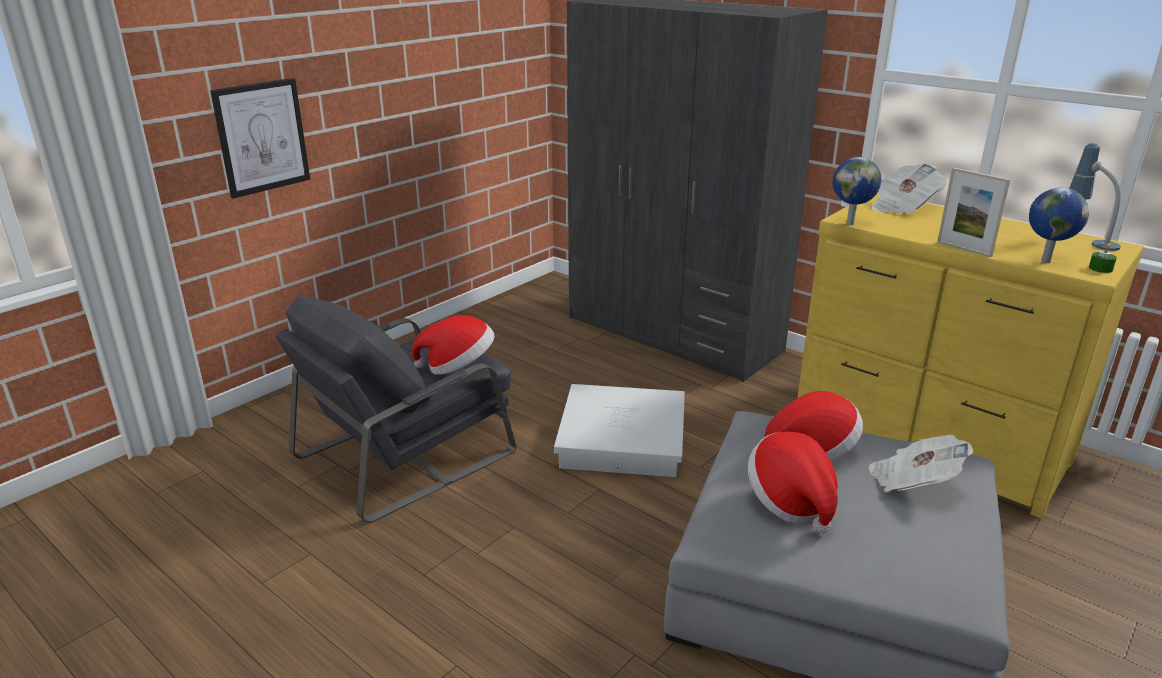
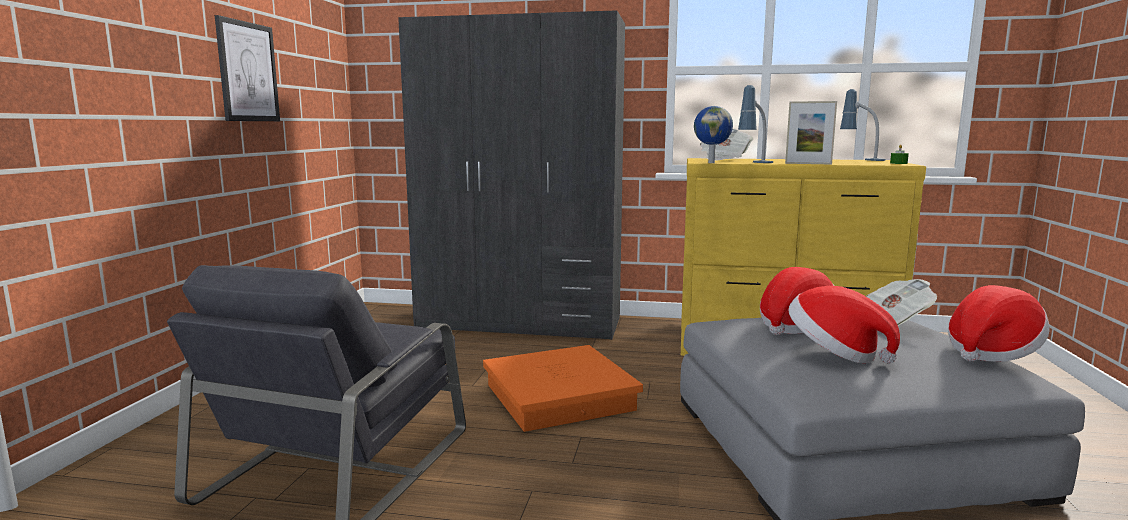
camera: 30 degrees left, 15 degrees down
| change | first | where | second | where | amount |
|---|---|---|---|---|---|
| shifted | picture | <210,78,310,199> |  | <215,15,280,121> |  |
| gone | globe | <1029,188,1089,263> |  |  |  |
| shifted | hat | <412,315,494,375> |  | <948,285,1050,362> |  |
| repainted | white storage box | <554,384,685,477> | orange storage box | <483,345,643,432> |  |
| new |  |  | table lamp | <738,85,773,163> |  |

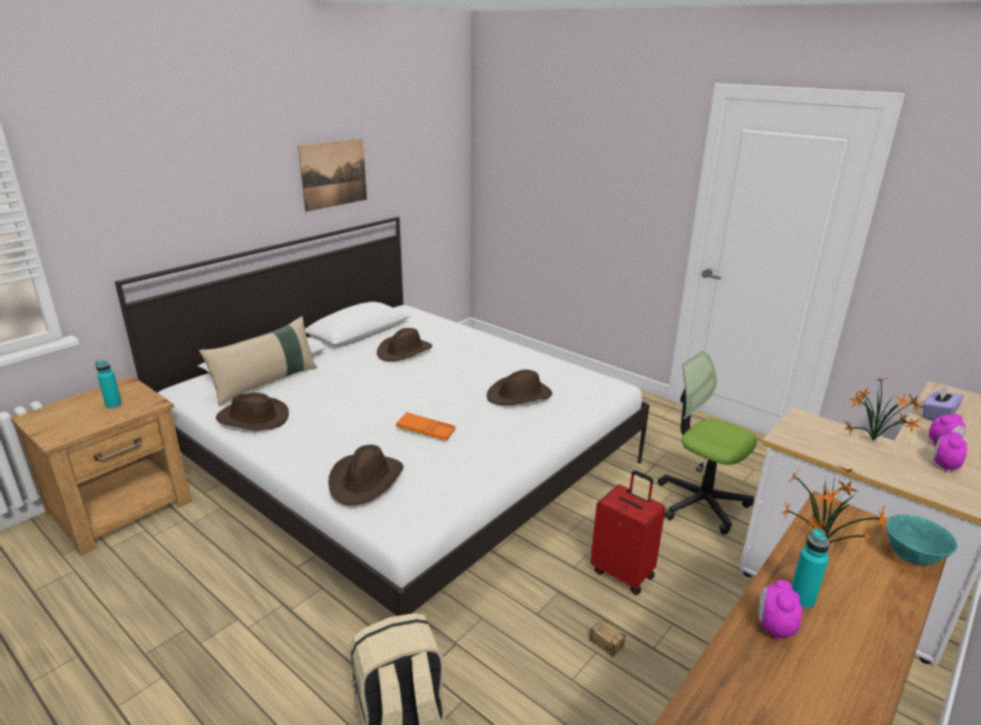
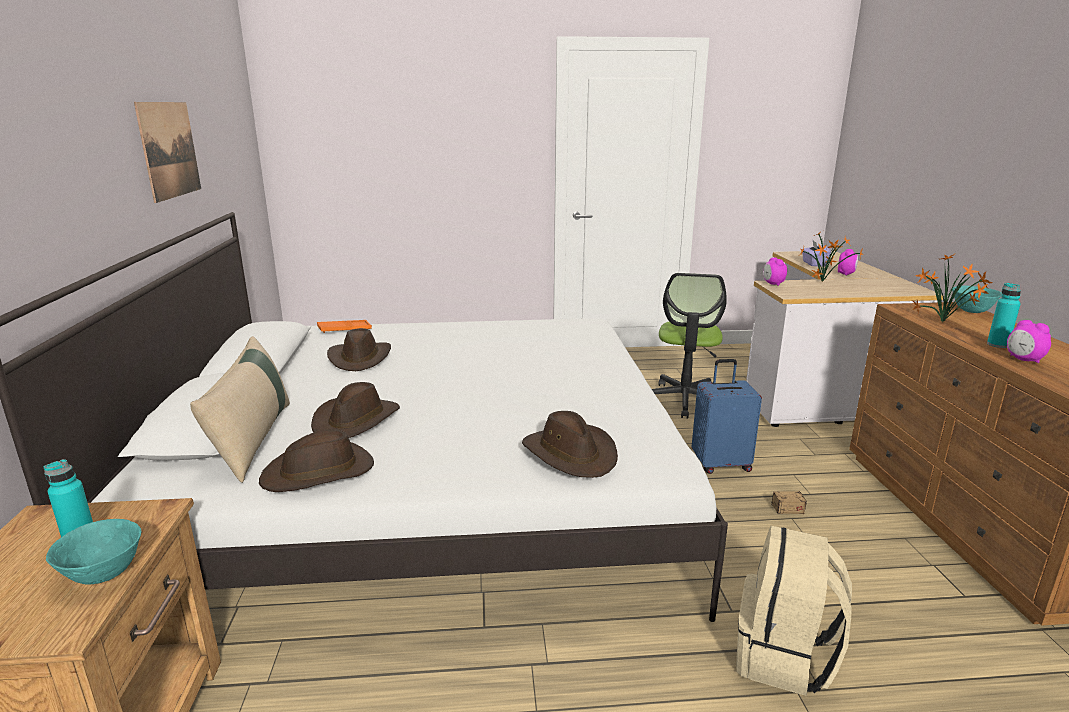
camera: 45 degrees left, 5 degrees down
| change | first | where | second | where | amount |
|---|---|---|---|---|---|
| rotated | office chair | <658,351,757,535> |  | <652,273,727,418> | 75 degrees counterclockwise |
| shifted | brown hat | <487,370,552,405> |  | <311,382,400,438> |  |
| shifted | orange tray | <396,412,456,441> |  | <317,320,372,333> |  |
| shifted | alarm clock | <934,432,967,472> |  | <763,257,787,286> |  |
| repainted | red suitcase | <591,470,665,595> | blue suitcase | <692,359,762,474> |  |
| new |  |  | turquoise bowl | <46,519,141,585> |  |

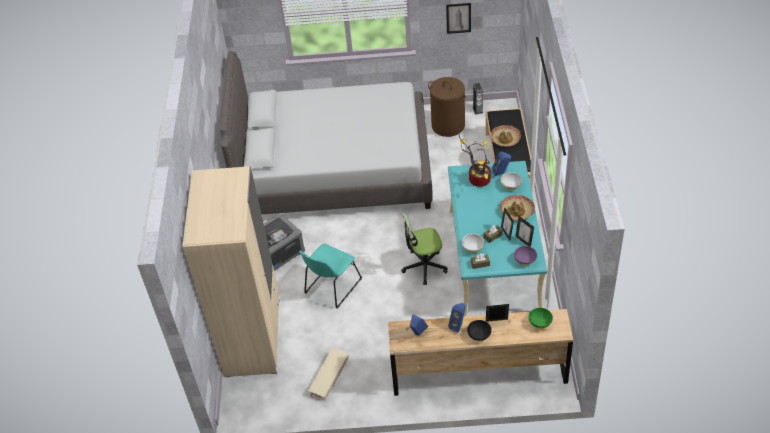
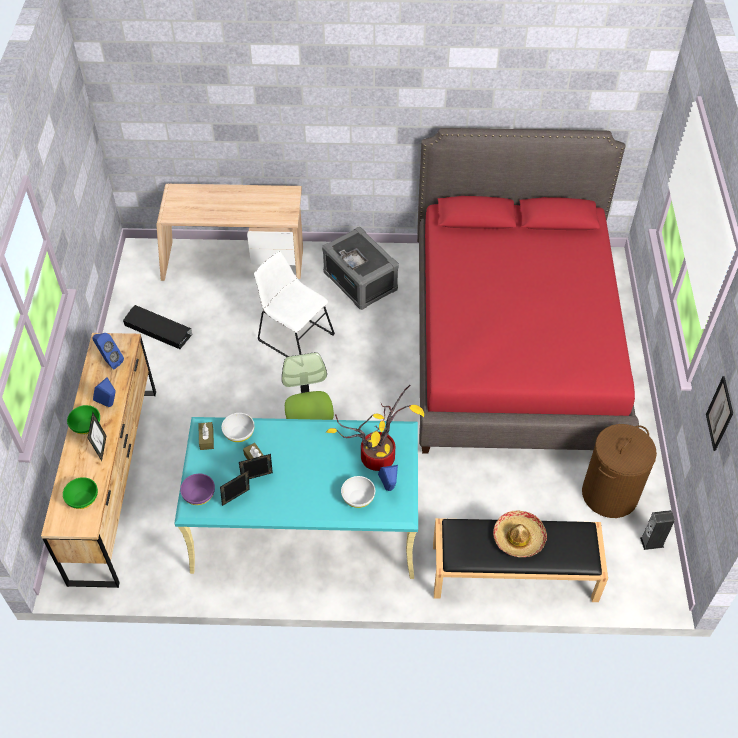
camera: 90 degrees right, 5 degrees up
| change | first | where | second | where | amount |
|---|---|---|---|---|---|
| repainted | grey bed | <220,51,433,214> | red bed | <417,128,639,454> |  |
| swapped | beige wardrobe | <183,166,280,377> | beige desk | <156,184,303,281> |  |
| gone | hat | <500,195,535,221> |  |  |  |
| repainted | turquoise chair | <299,244,362,309> | white chair | <254,251,335,357> |  |
| repainted | black bowl | <467,320,491,341> | green bowl | <67,405,100,434> |  |
| repainted | beige storage box | <308,348,349,401> | black storage box | <123,305,192,349> |  |

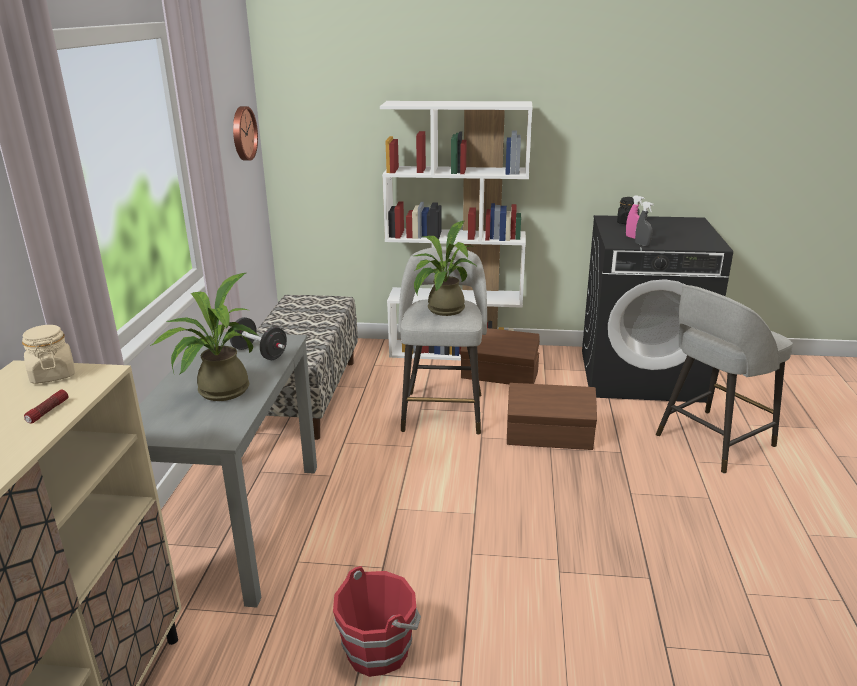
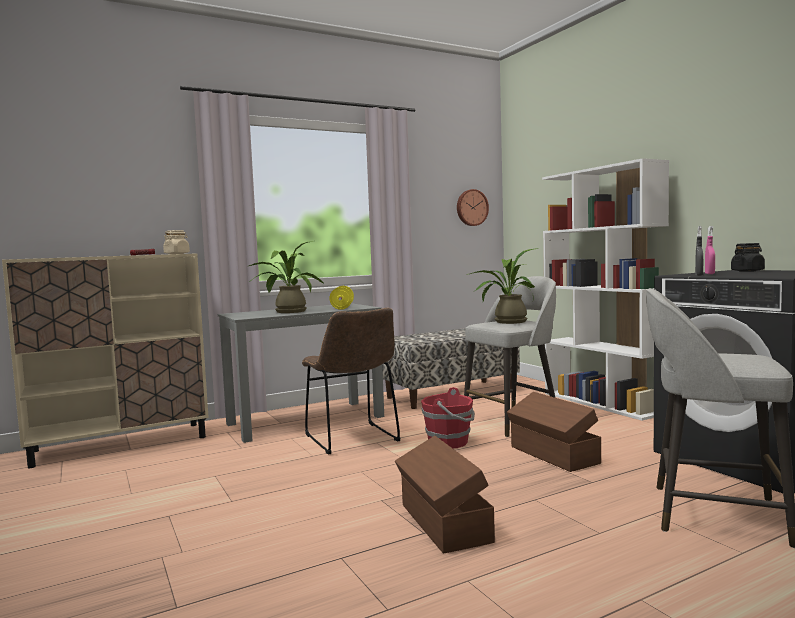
camera: 55 degrees right, 20 degrees down
| change | first | where | second | where | amount |
|---|---|---|---|---|---|
| repainted | black dumbbell | <229,317,287,360> | yellow dumbbell | <329,286,354,310> |  |
| shifted | brown storage box | <460,328,540,384> |  | <395,436,495,554> |  |
| shifted | red bucket | <333,566,421,677> |  | <421,387,475,448> |  |
| new |  |  | brown chair | <302,308,401,455> |  |

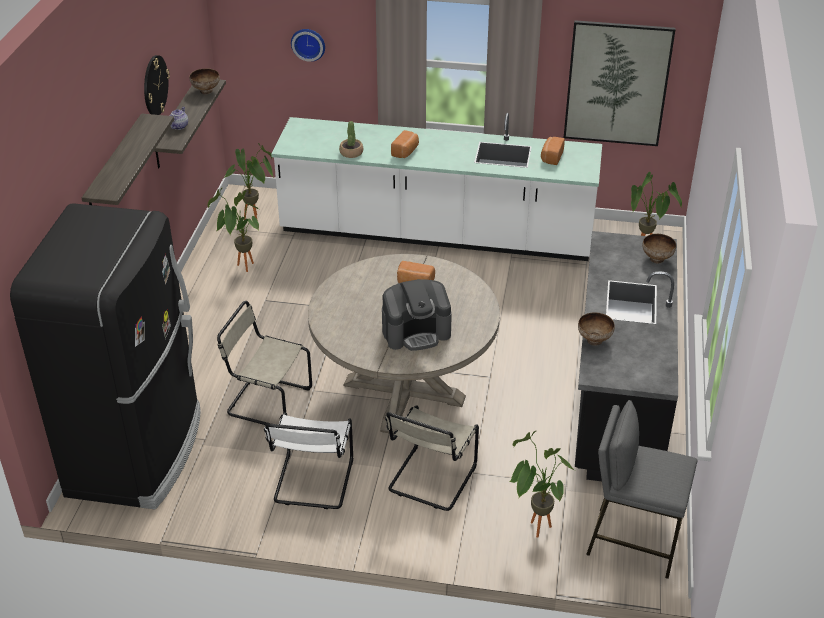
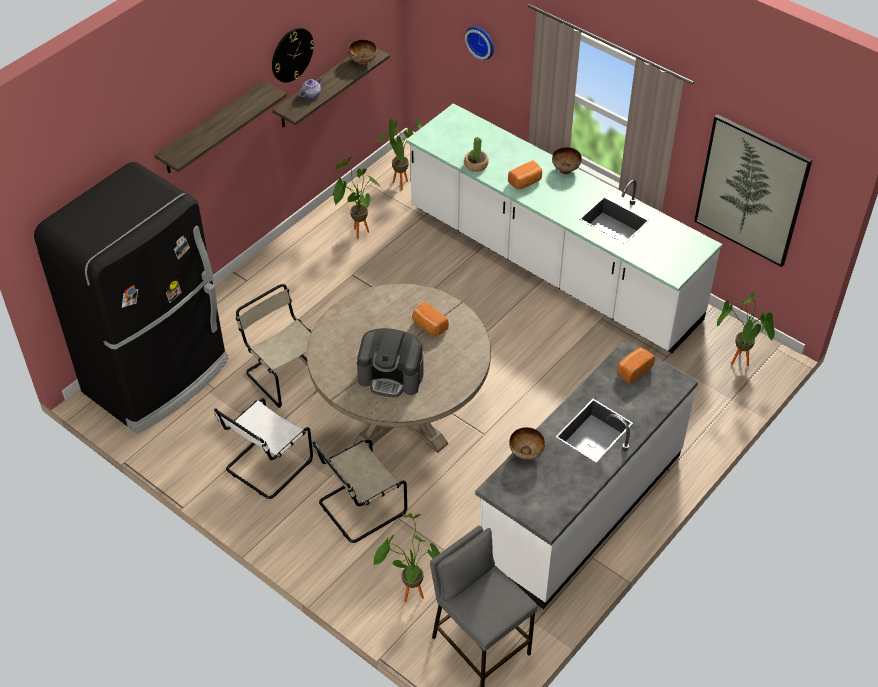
camera: 30 degrees right, 10 degrees up
| change | first | where | second | where | amount |
|---|---|---|---|---|---|
| shifted | bread | <541,137,565,165> |  | <617,347,655,384> |  |
| repainted | black counter | <575,231,678,481> | white counter | <475,340,698,609> |  |
| shifted | bowl | <642,234,676,263> |  | <552,147,582,174> |  |

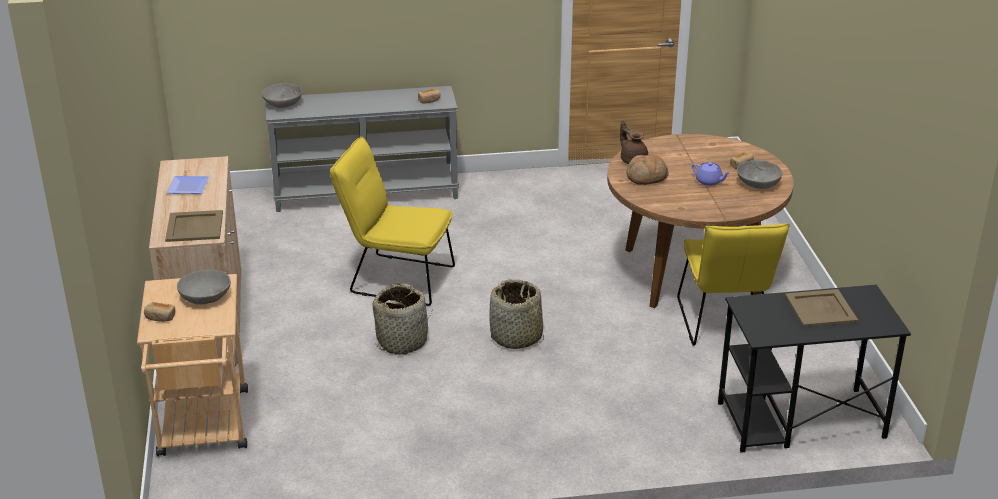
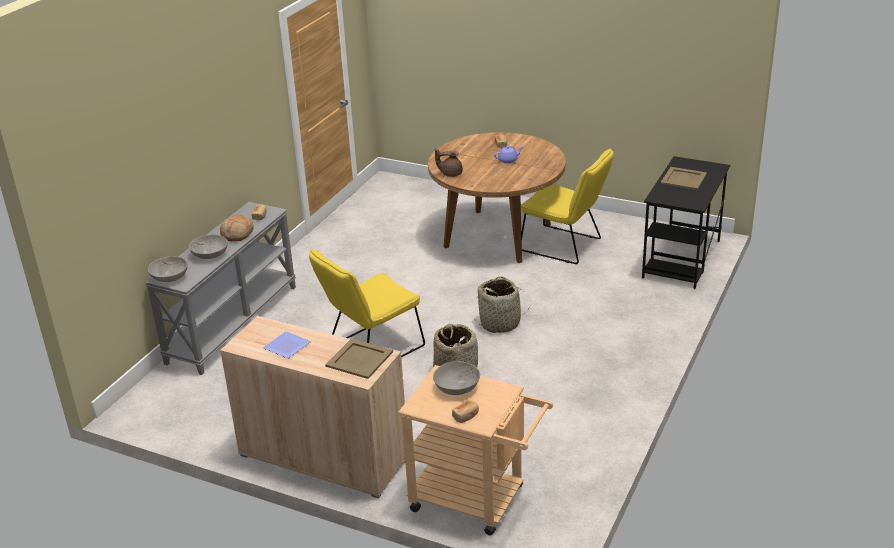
camera: 55 degrees left, 0 degrees up
| change | first | where | second | where | amount |
|---|---|---|---|---|---|
| shifted | bread | <626,155,669,185> |  | <220,214,254,241> |  |
| shifted | grey bowl | <737,160,783,189> |  | <189,234,228,259> |  |

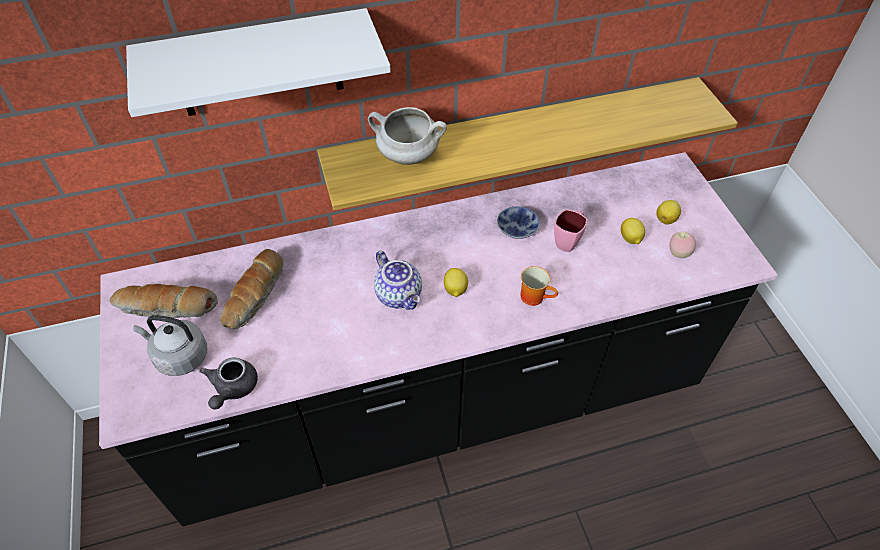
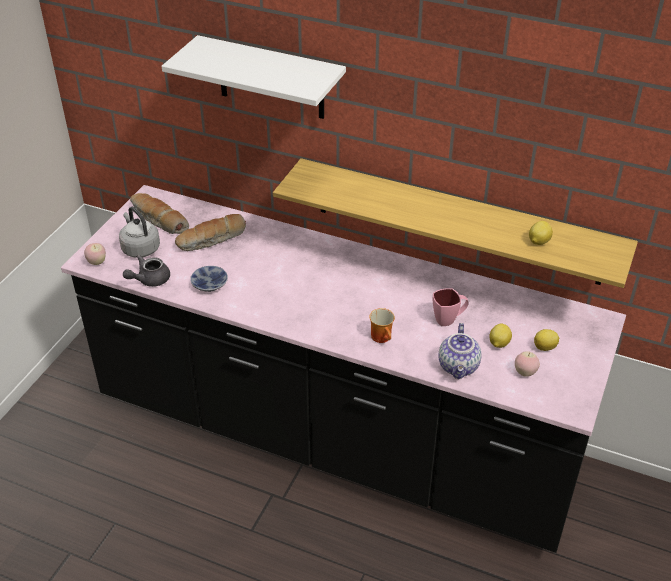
camera: 40 degrees right, 10 degrees down
| change | first | where | second | where | amount |
|---|---|---|---|---|---|
| gone | white cooking pot | <368,107,447,165> |  |  |  |
| shifted | bowl | <497,207,540,239> |  | <190,266,228,292> |  |
| shifted | teapot | <374,251,422,310> |  | <439,323,481,379> |  |
| shifted | lemon | <444,268,468,297> |  | <529,221,553,245> |  |
| new |  |  | apple | <84,243,106,265> |  |

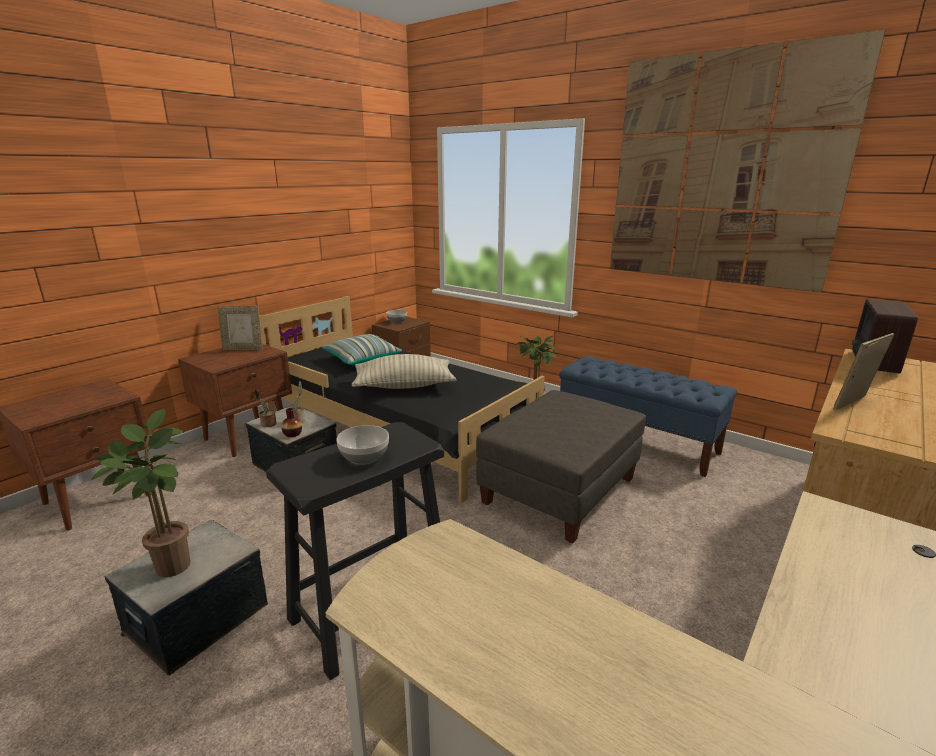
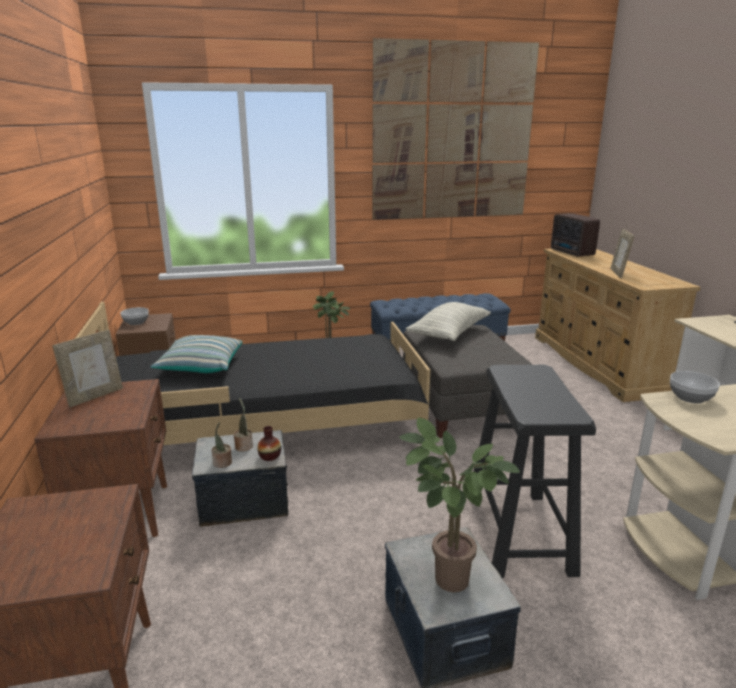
camera: 50 degrees left, 0 degrees up
| change | first | where | second | where | amount |
|---|---|---|---|---|---|
| shifted | pillow | <351,354,456,389> |  | <406,302,491,341> |  |
| shifted | bowl | <336,425,389,465> |  | <670,371,720,404> |  |

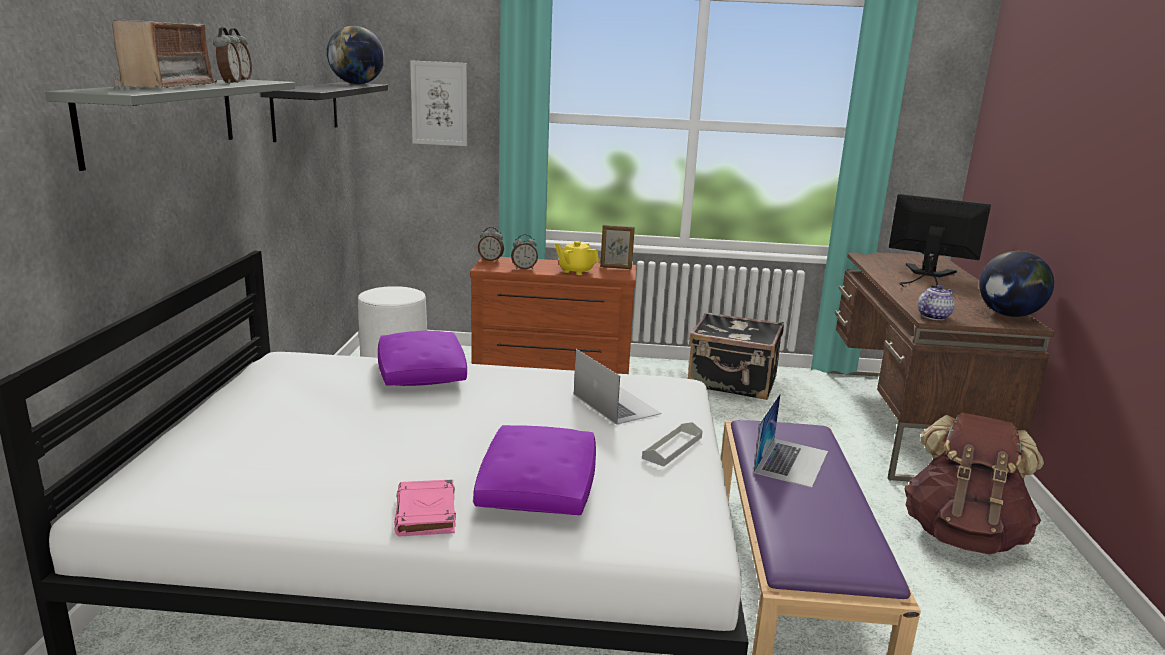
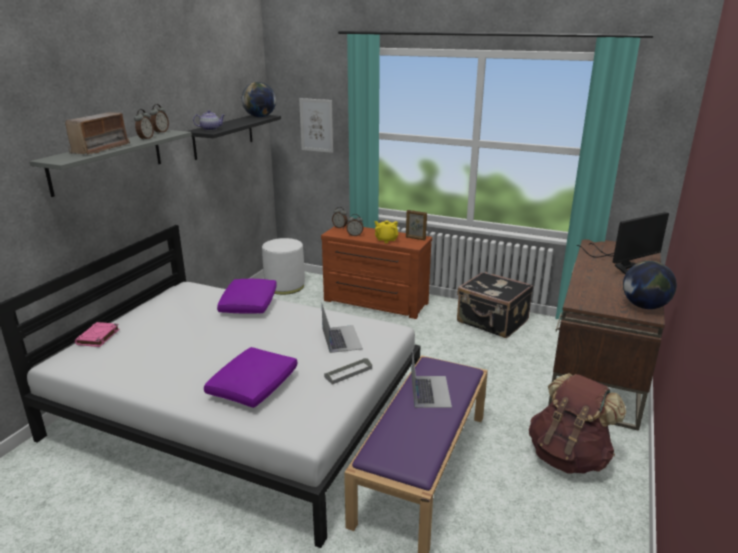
camera: 20 degrees right, 5 degrees up
| change | first | where | second | where | amount |
|---|---|---|---|---|---|
| rotated | monitor | <889,194,991,288> |  | <577,212,669,274> | 105 degrees clockwise |
| shifted | teapot | <918,285,955,320> |  | <193,110,225,131> |  |
| rotated | laptop | <753,393,828,488> |  | <411,349,452,408> | 45 degrees counterclockwise |
| shifted | pink book | <394,479,456,536> |  | <75,322,120,347> |  |

